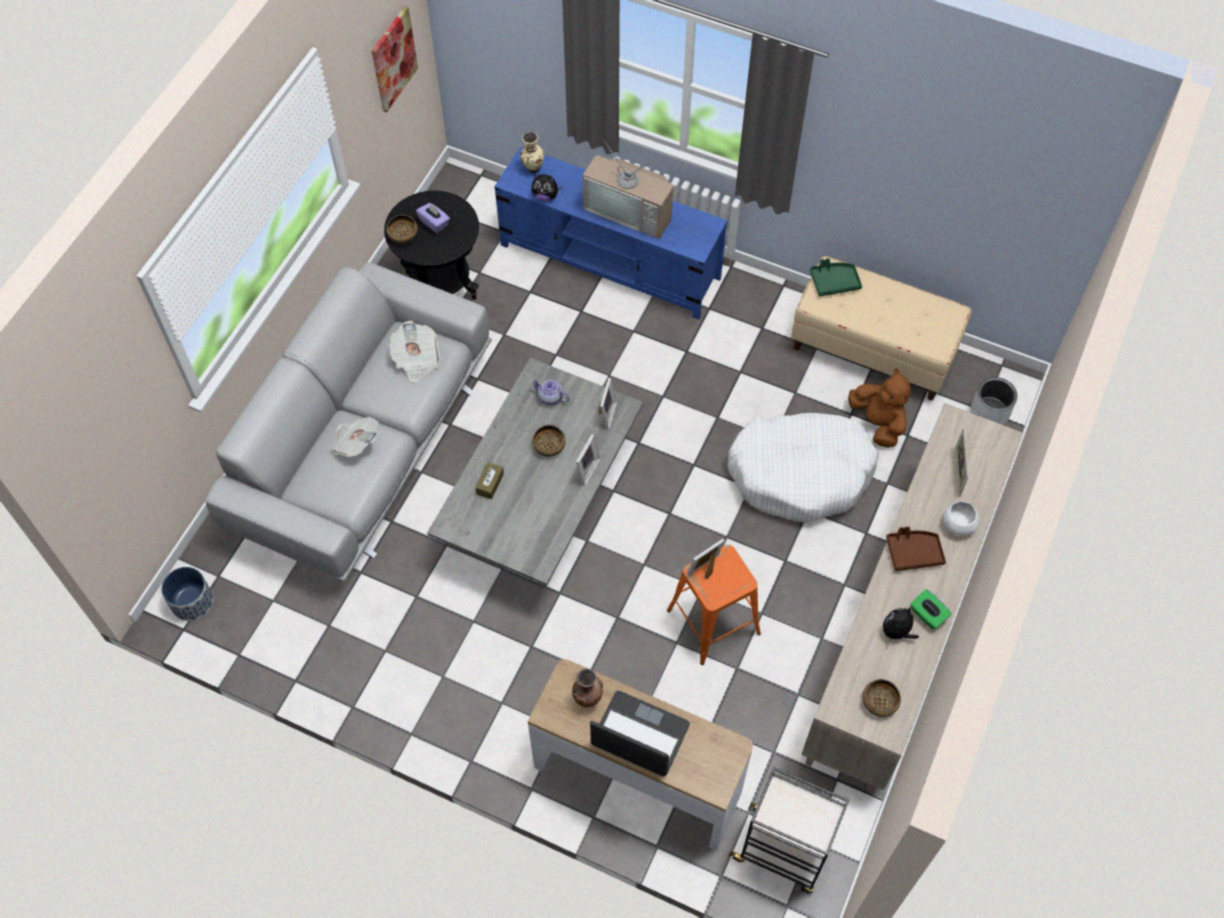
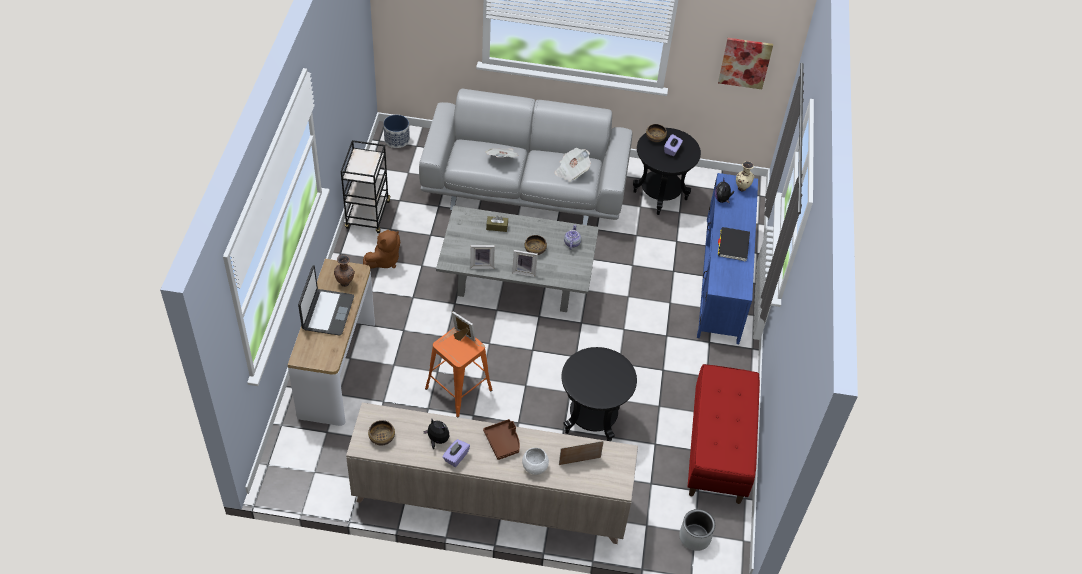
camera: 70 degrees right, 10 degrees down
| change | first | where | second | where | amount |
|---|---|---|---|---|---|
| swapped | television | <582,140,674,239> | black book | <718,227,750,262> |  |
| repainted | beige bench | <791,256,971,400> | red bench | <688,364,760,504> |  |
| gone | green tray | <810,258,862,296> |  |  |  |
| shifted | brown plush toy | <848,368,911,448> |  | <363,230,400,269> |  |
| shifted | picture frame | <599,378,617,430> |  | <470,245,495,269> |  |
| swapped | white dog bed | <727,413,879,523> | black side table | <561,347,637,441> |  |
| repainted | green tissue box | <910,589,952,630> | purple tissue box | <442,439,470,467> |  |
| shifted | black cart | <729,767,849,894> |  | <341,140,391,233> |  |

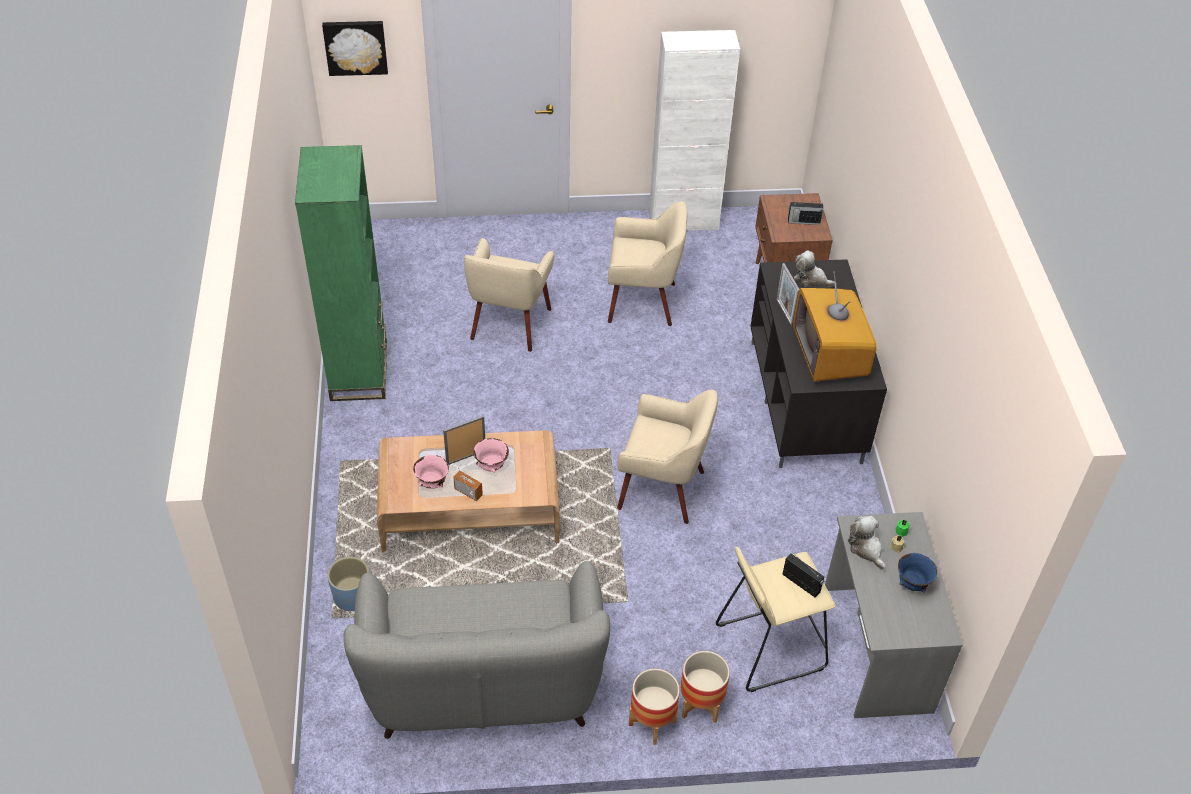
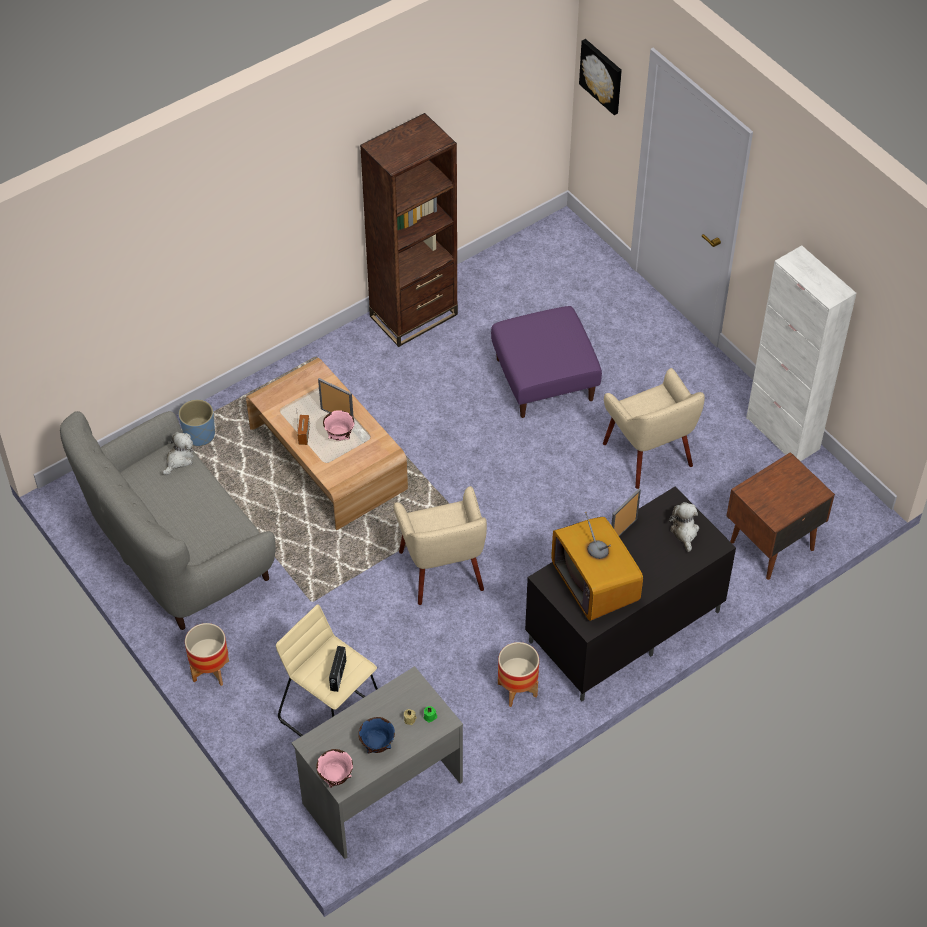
camera: 60 degrees right, 5 degrees up
| change | first | where | second | where | amount |
|---|---|---|---|---|---|
| repainted | green bookcase | <295,145,387,401> | brown bookcase | <360,113,458,347> |  |
| gone | radio | <788,201,823,225> |  |  |  |
| swapped | beige armchair | <464,238,554,352> | purple ottoman | <491,306,602,418> |  |
| rotated | television | <793,271,877,382> |  | <551,512,643,621> | 75 degrees counterclockwise |
| shifted | pink bowl | <413,455,449,489> |  | <316,749,353,788> |  |
| shifted | plush toy | <848,516,886,570> |  | <162,432,194,475> |  |
| shifted | planter | <681,651,730,723> |  | <498,642,539,707> |  |

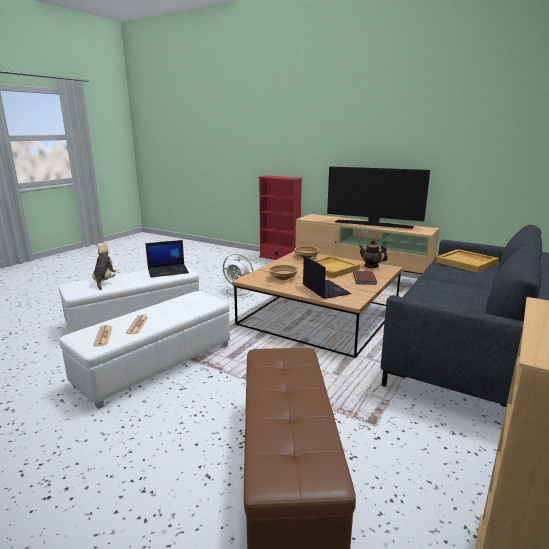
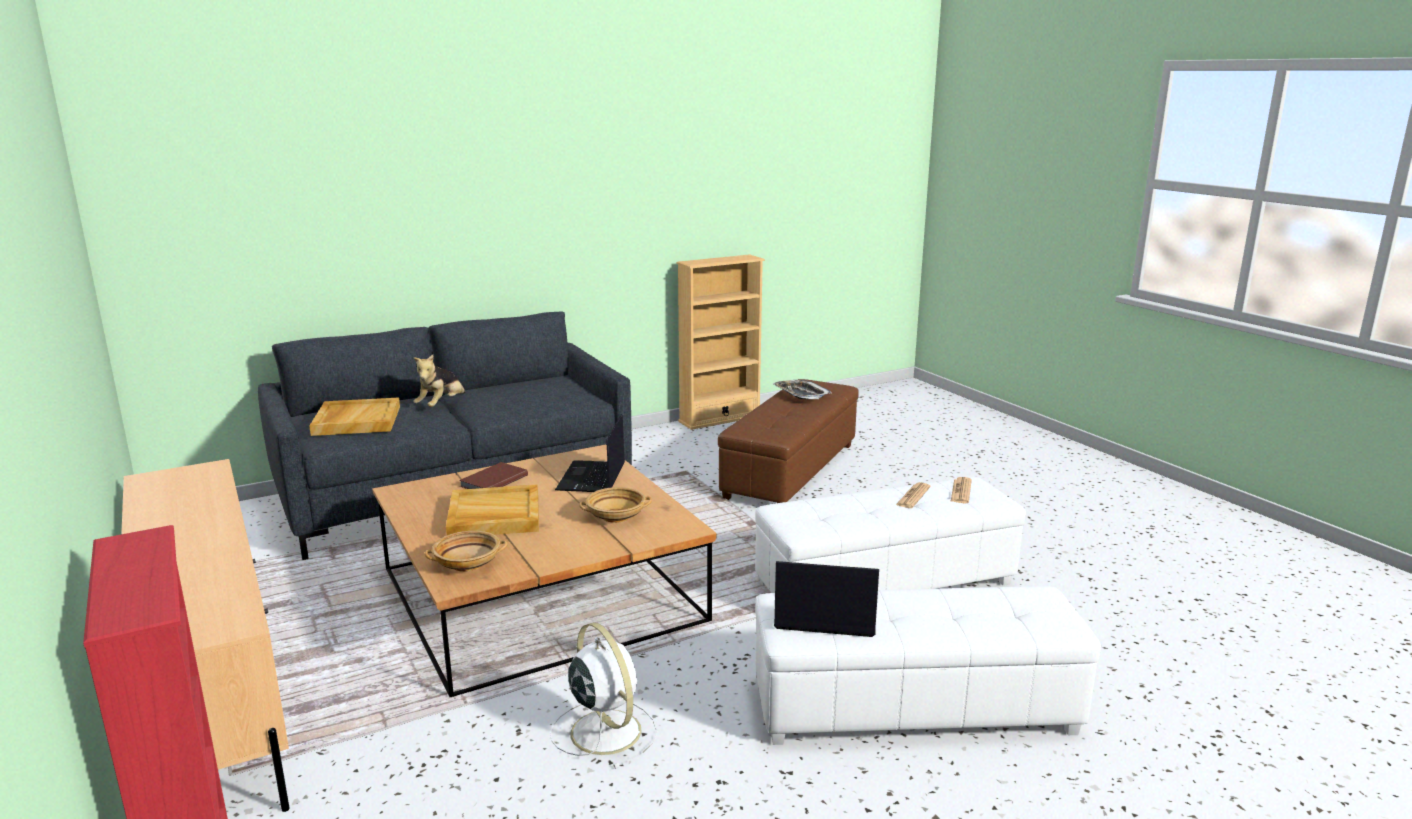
camera: 150 degrees left, 0 degrees up
| change | first | where | second | where | amount |
|---|---|---|---|---|---|
| gone | television | <327,166,430,229> |  |  |  |
| gone | teapot | <359,240,388,268> |  |  |  |
| shifted | plush toy | <92,243,116,290> |  | <414,355,465,407> |  |
| new |  |  | tray | <773,380,832,399> |  |

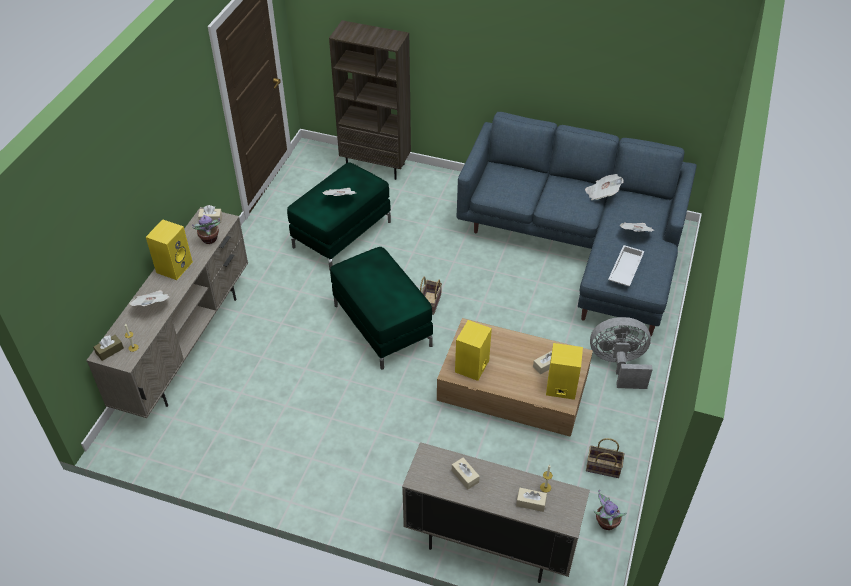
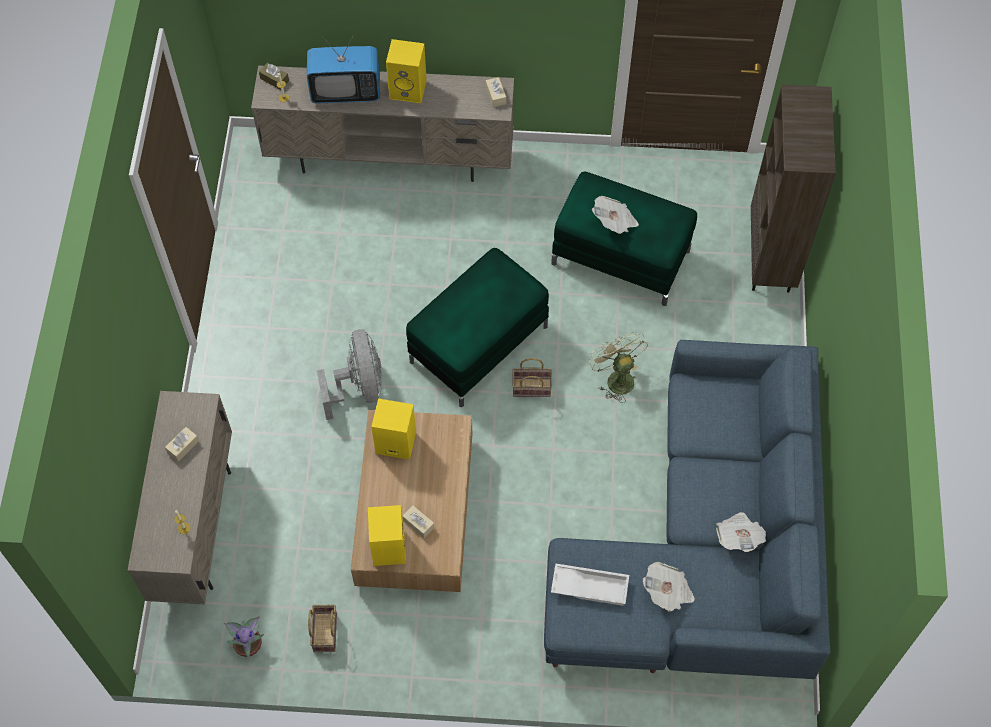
camera: 75 degrees right, 15 degrees up
| change | first | where | second | where | amount |
|---|---|---|---|---|---|
| gone | potted plant | <192,215,220,244> |  |  |  |
| swapped | newspaper | <129,290,169,306> | television | <307,35,380,103> |  |
| shifted | grey fan | <590,317,653,389> |  | <317,329,382,420> |  |
| gone | beige tissue box | <516,488,547,512> |  |  |  |
| new |  |  | green fan | <589,332,648,403> |  |

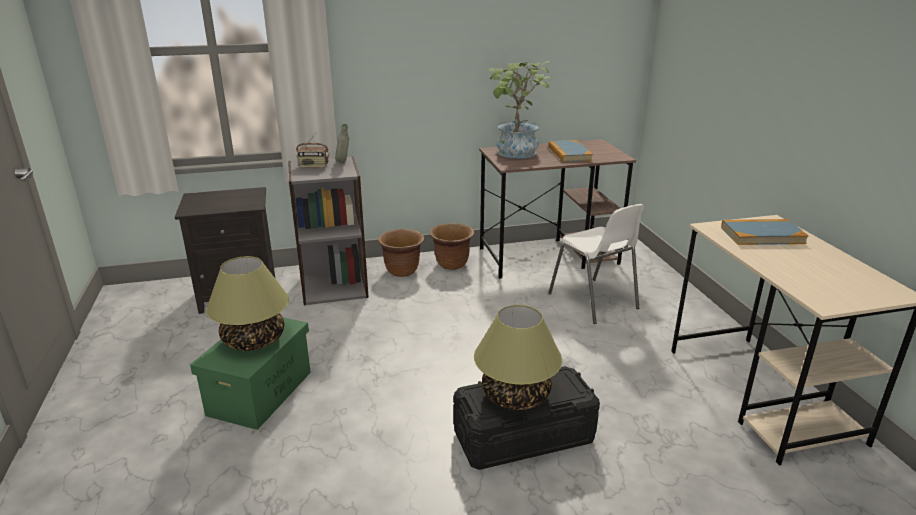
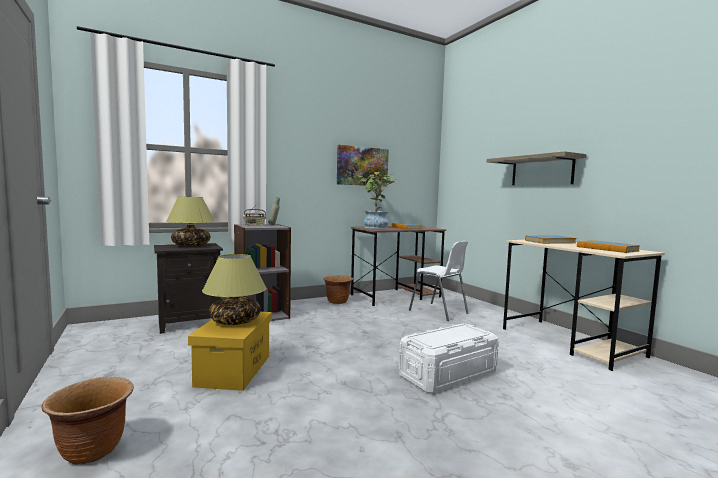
camera: 15 degrees left, 20 degrees down
| change | first | where | second | where | amount |
|---|---|---|---|---|---|
| shifted | brown planter | <378,229,425,277> |  | <41,377,134,464> |  |
| shifted | table lamp | <474,305,562,410> |  | <166,197,215,246> |  |
| repainted | green storage box | <190,318,311,430> | yellow storage box | <188,312,272,391> |  |
| repainted | black storage box | <453,366,600,470> | white storage box | <399,323,499,393> |  |
| new |  |  | picture | <337,145,389,186> |  |
| new |  |  | shelf | <487,151,587,185> |  |
| new |  |  | book | <577,240,640,253> |  |

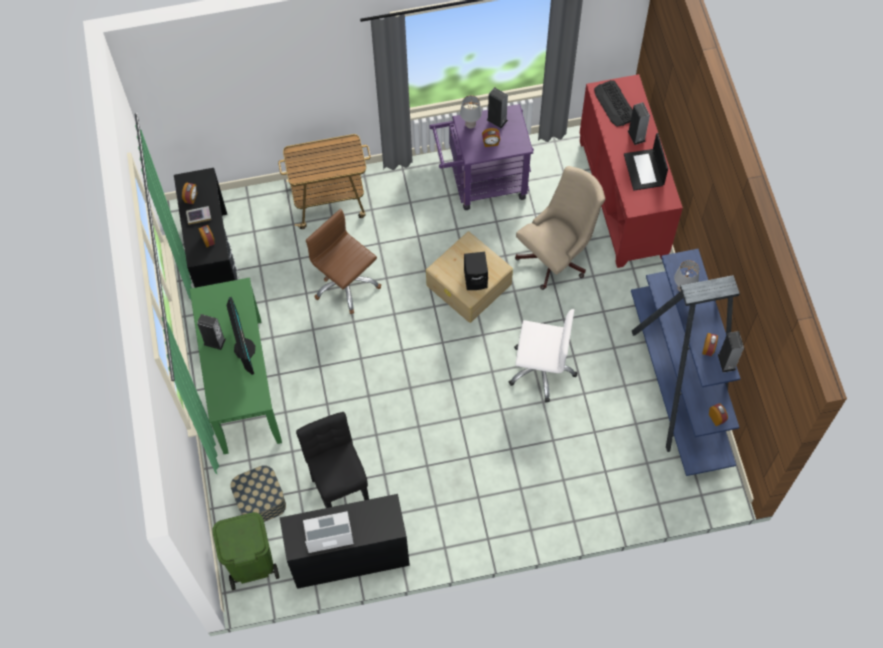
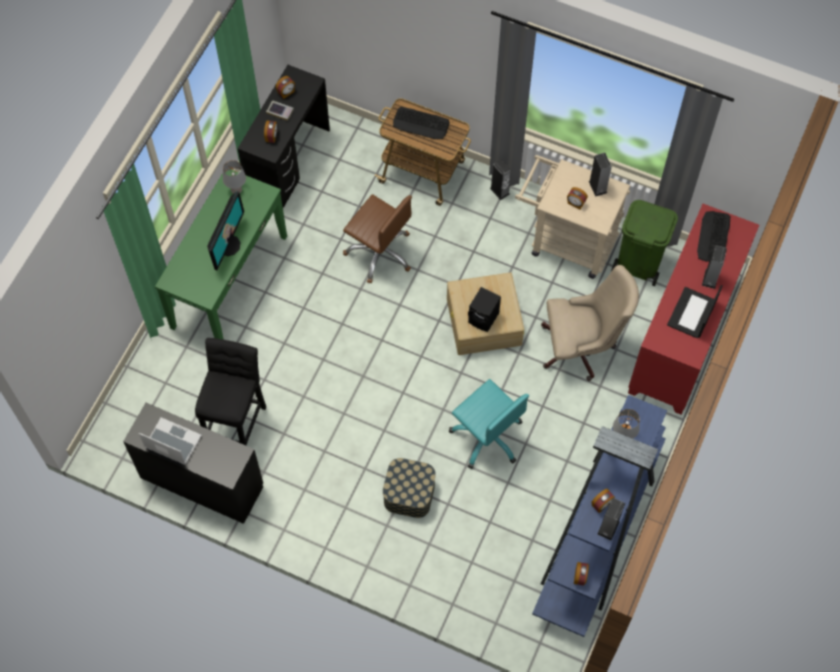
camera: 35 degrees right, 0 degrees up
| change | first | where | second | where | amount |
|---|---|---|---|---|---|
| shifted | grey table lamp | <460,95,482,129> |  | <223,160,246,194> |  |
| repainted | purple cart | <429,104,534,210> | beige cart | <515,155,631,279> |  |
| rotated | brown office chair | <306,209,381,314> |  | <343,194,412,283> | 135 degrees clockwise |
| repainted | white office chair | <509,309,577,402> | turquoise office chair | <449,379,529,469> |  |
| shifted | speaker | <197,314,226,350> |  | <490,159,511,200> |  |
| shifted | storage box | <231,465,286,522> |  | <383,458,436,518> |  |
| shifted | green trash can | <212,512,279,590> |  | <611,200,678,286> |  |
| new |  |  | keyboard | <393,107,450,139> |  |

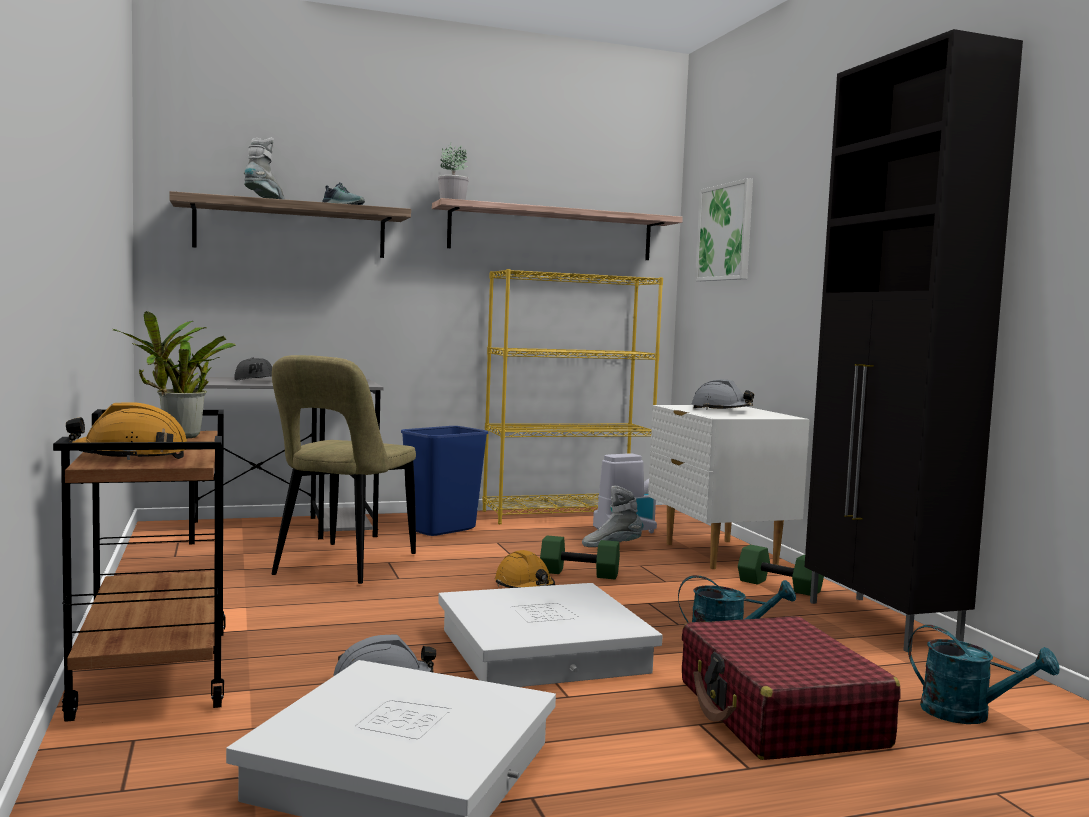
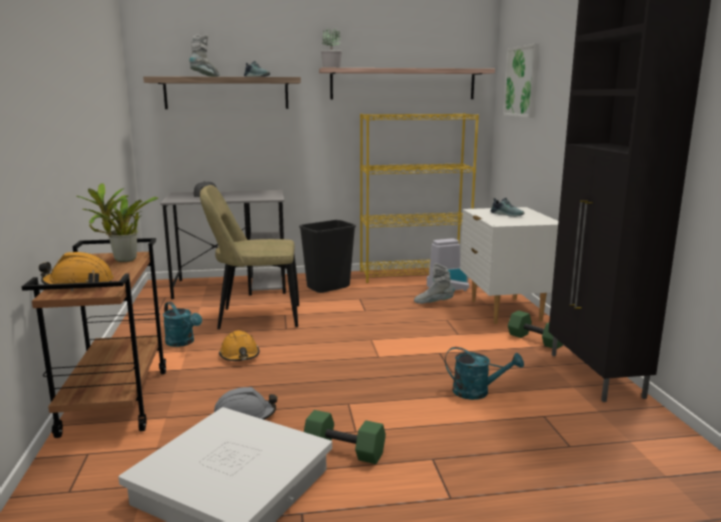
camera: 10 degrees right, 10 degrees up
| change | first | where | second | where | amount |
|---|---|---|---|---|---|
| rotated | beige chair | <271,355,416,584> |  | <200,185,299,329> | 60 degrees clockwise |
| swapped | grey hard hat | <692,379,754,409> | shoe | <490,198,525,217> |  |
| repainted | blue trash can | <401,426,488,536> | black trash can | <299,220,356,293> |  |
| shifted | green dumbbell | <540,535,620,579> |  | <304,410,386,464> |  |
| shifted | orange hard hat | <495,550,555,588> |  | <219,330,259,361> |  |
| gone | white storage box | <438,583,663,687> |  |  |  |
| gone | red suitcase | <682,616,901,760> |  |  |  |
| shifted | turquoise watering can | <908,625,1059,724> |  | <163,302,202,347> |  |

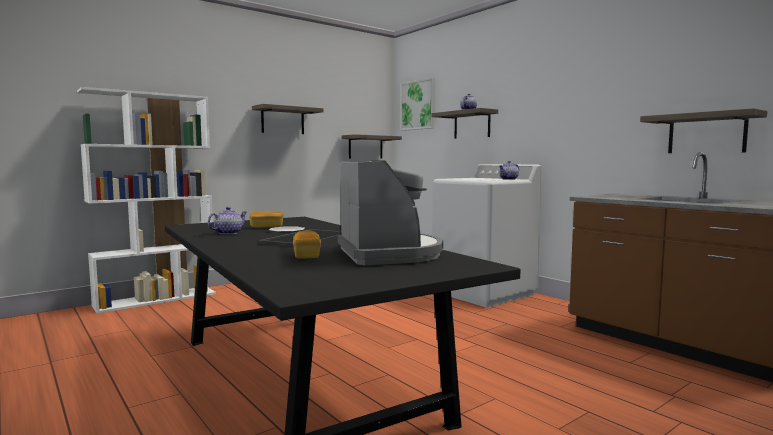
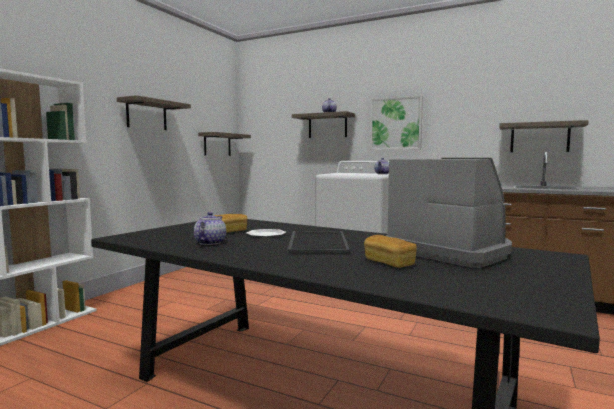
camera: 25 degrees left, 0 degrees up
| change | first | where | second | where | amount |
|---|---|---|---|---|---|
| shifted | picture | <400,77,435,131> |  | <370,95,423,150> |  |

